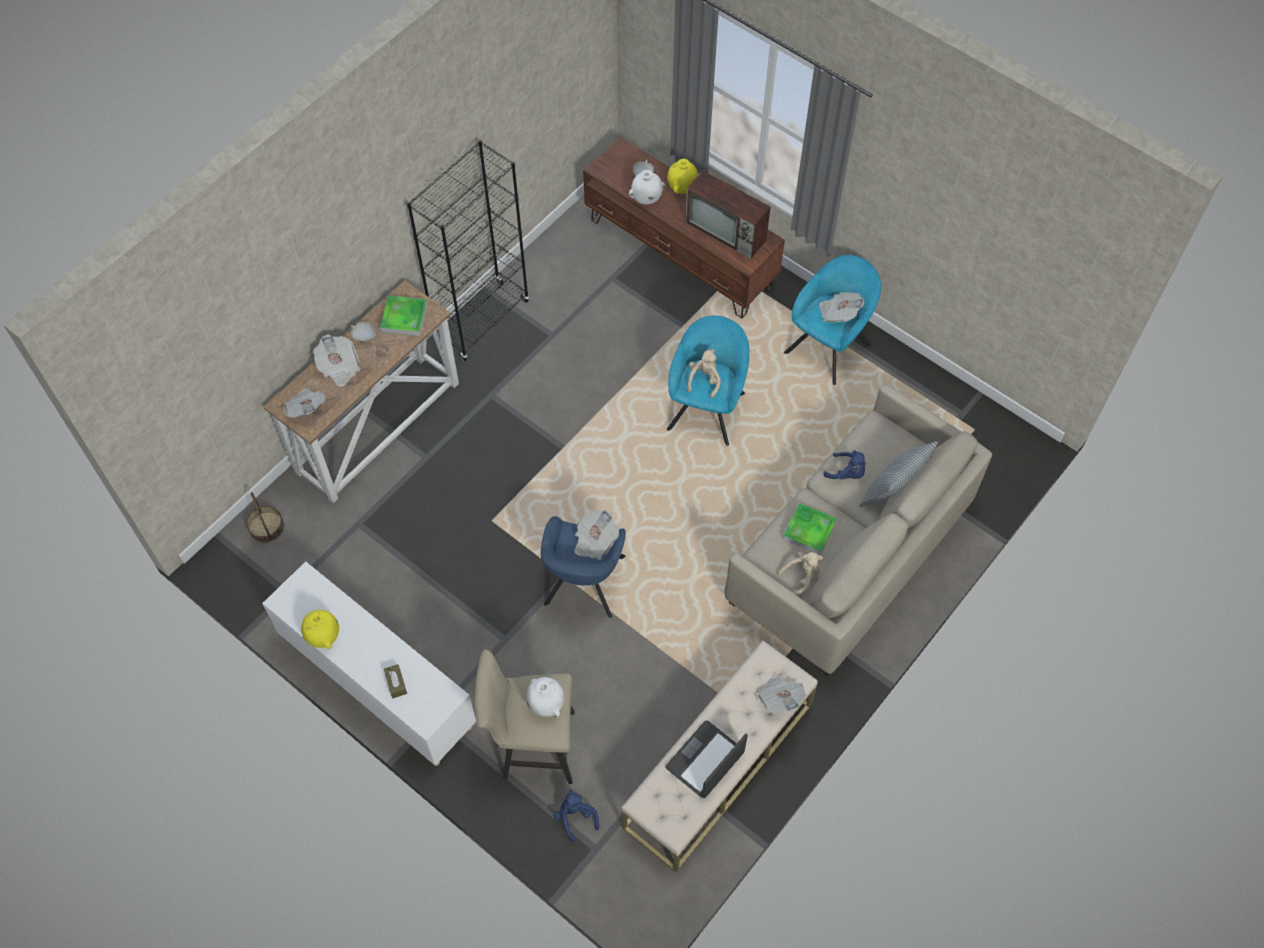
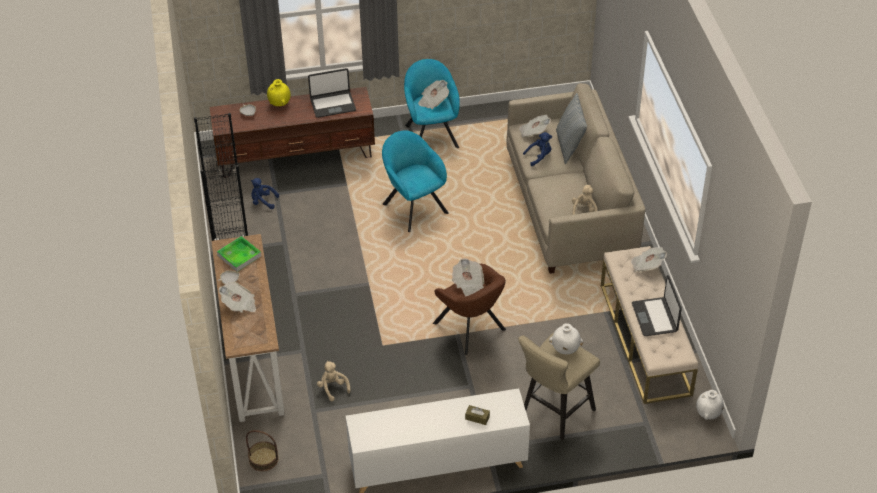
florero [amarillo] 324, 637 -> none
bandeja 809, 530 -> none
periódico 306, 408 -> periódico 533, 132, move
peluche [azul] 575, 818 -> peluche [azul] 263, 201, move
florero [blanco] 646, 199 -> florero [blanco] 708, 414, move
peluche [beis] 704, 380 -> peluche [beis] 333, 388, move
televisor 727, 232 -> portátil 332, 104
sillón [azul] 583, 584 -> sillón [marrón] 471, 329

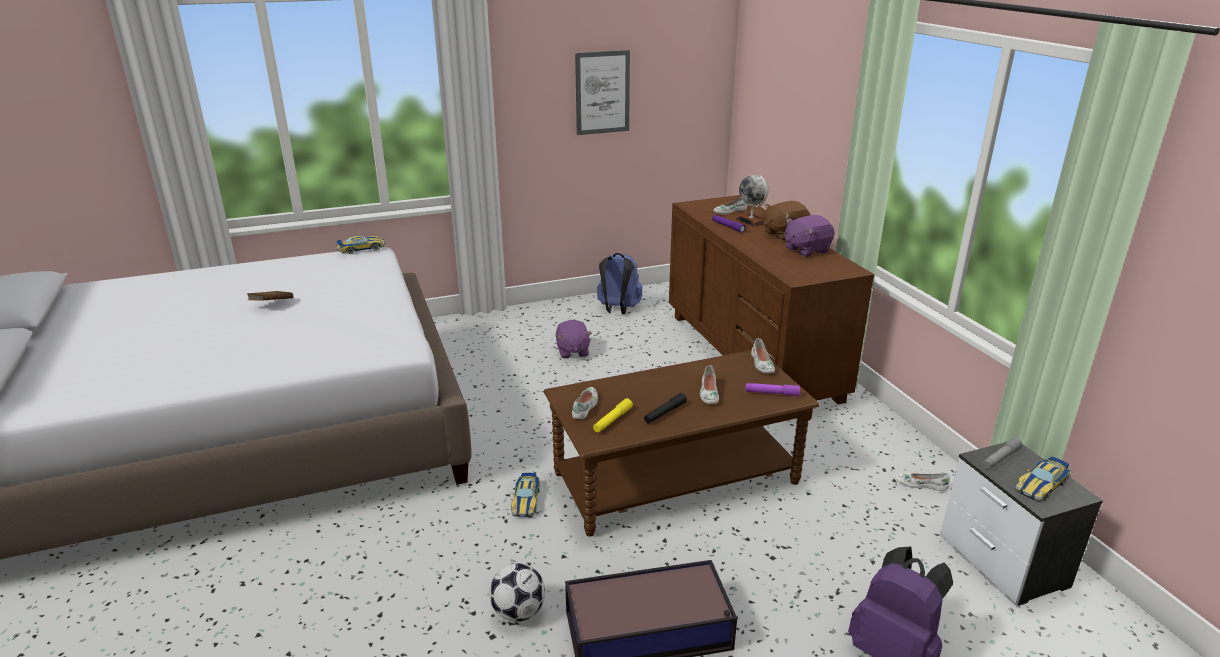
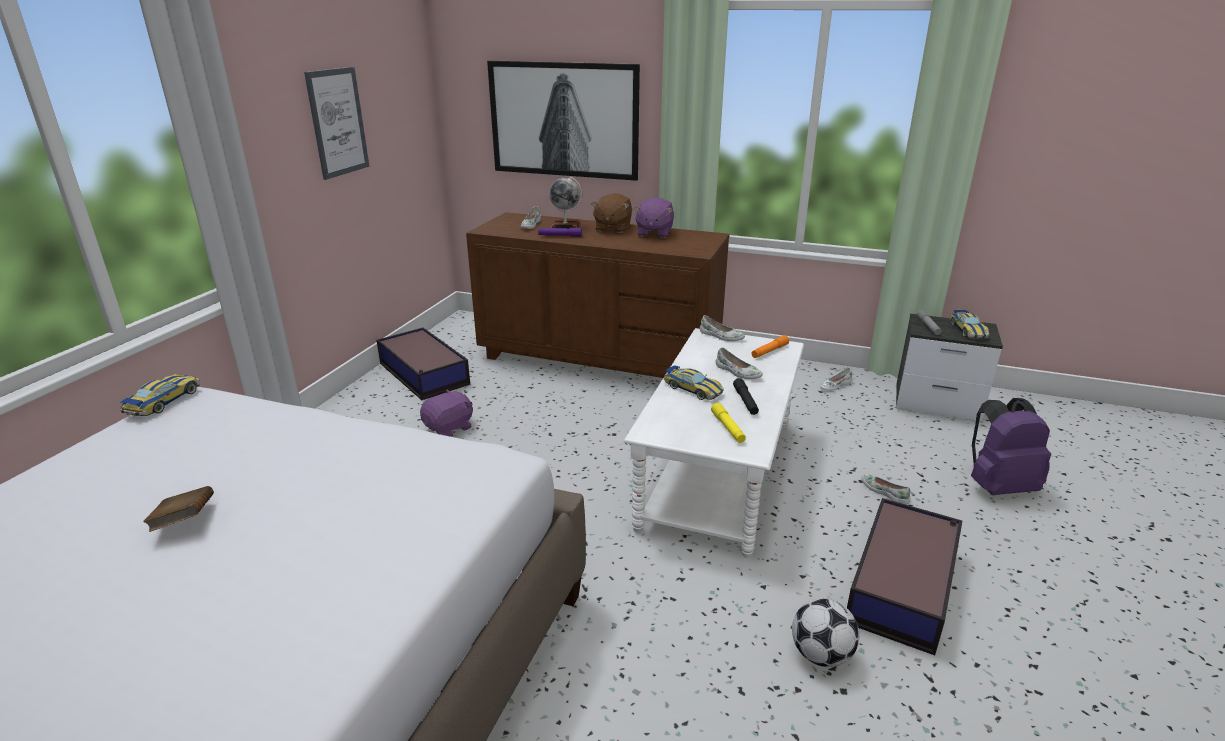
none -> cuadro 564, 120
coche de juguete 526, 500 -> coche de juguete 693, 389, move
zapato [blanco] 585, 407 -> zapato [blanco] 884, 492, move
mochila [azul] 618, 310 -> caja de almacenaje 424, 374
mesa de centro [marrón] 676, 478 -> mesa de centro [blanco] 718, 472
linterna [morado] 771, 393 -> linterna [naranja] 769, 351
peluche [morado] 572, 351 -> peluche [morado] 449, 428, 75 degrees counterclockwise

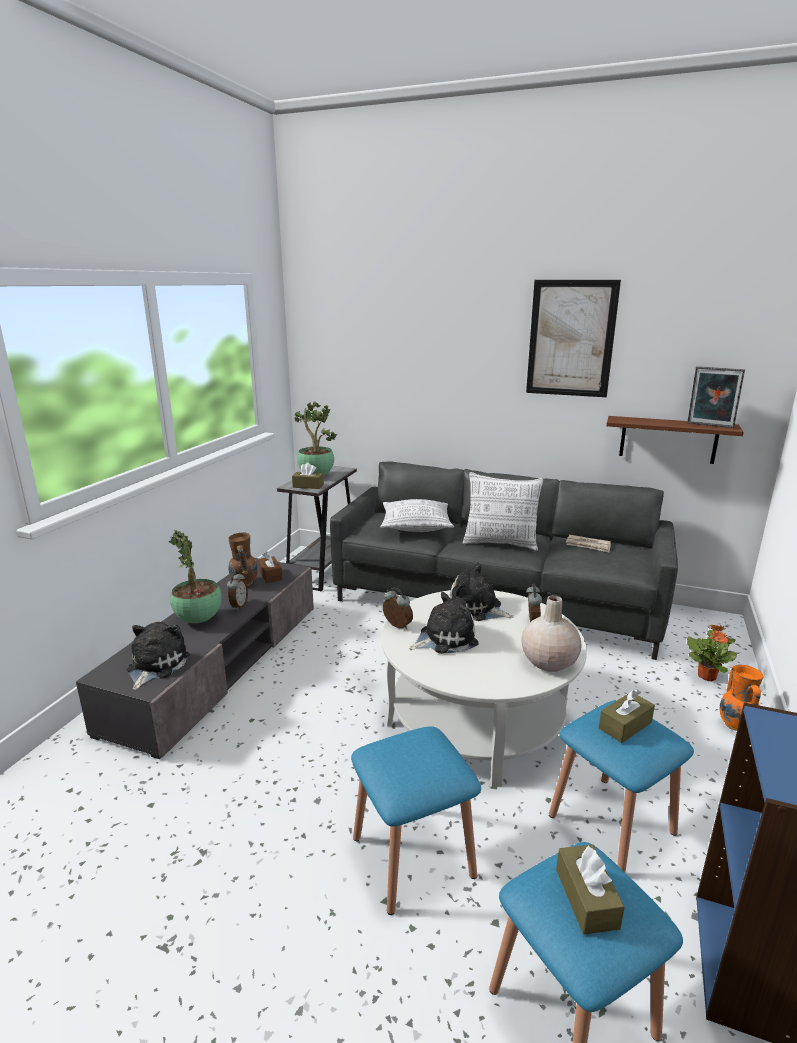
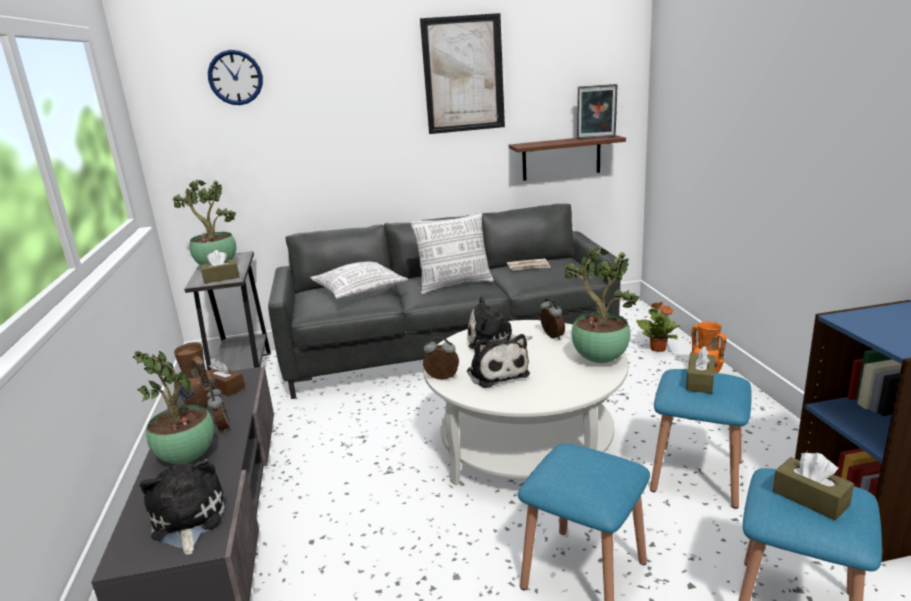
none -> reloj de pared 235, 77
florero [beis] 548, 662 -> planta en maceta 598, 359
peluche 444, 638 -> peluche 496, 372, 120 degrees clockwise

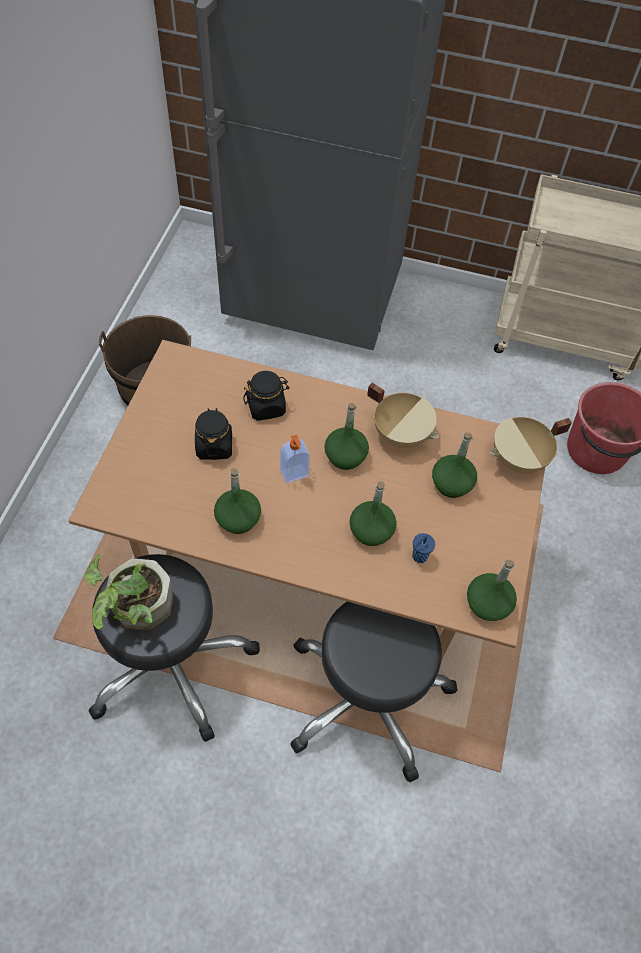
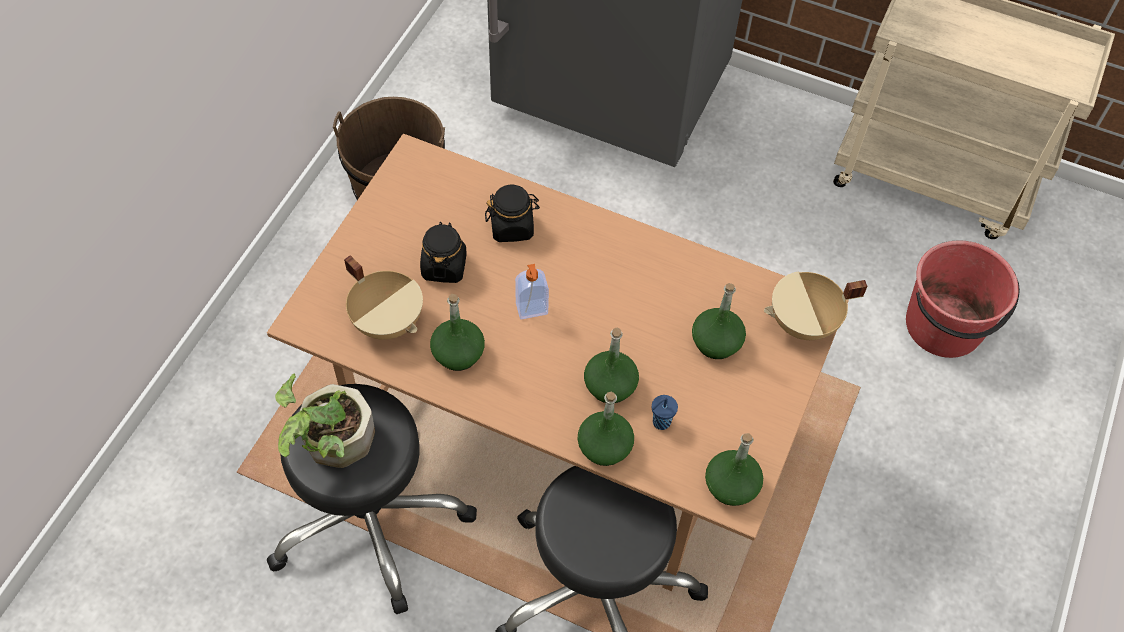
botella [verde] 345, 456 -> botella [verde] 604, 446, move
olla [beis] 401, 434 -> olla [beis] 388, 321, move

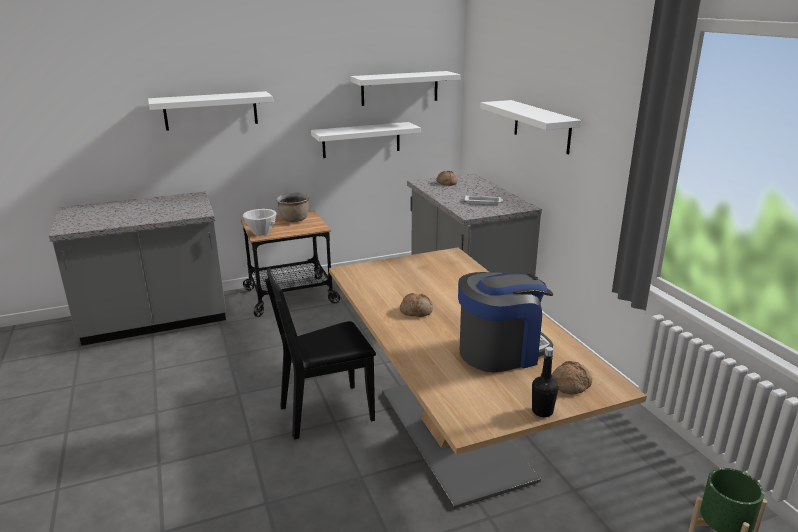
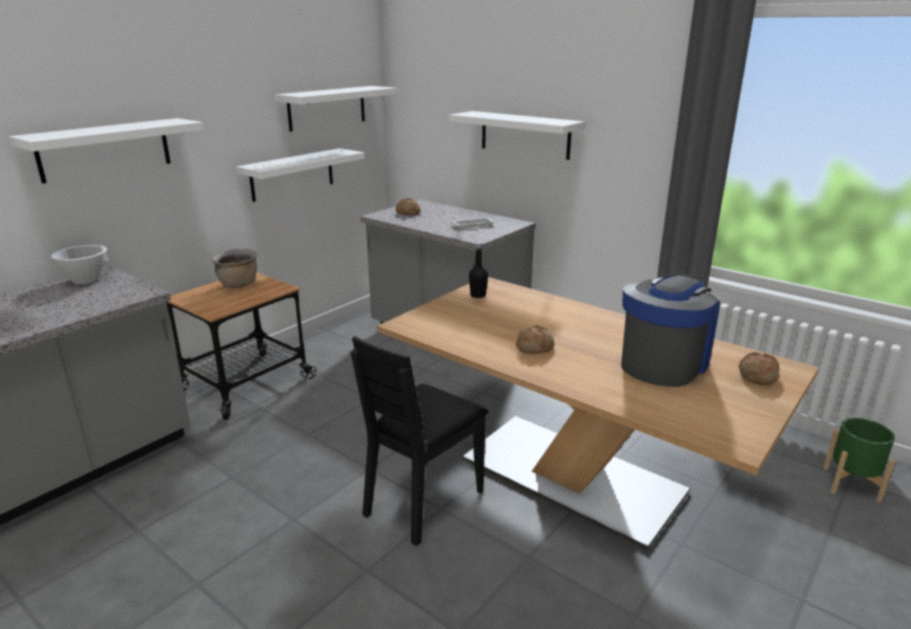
cuenco [blanco] 261, 232 -> cuenco [blanco] 86, 279, move
botella [negro] 542, 411 -> botella [negro] 478, 295, move

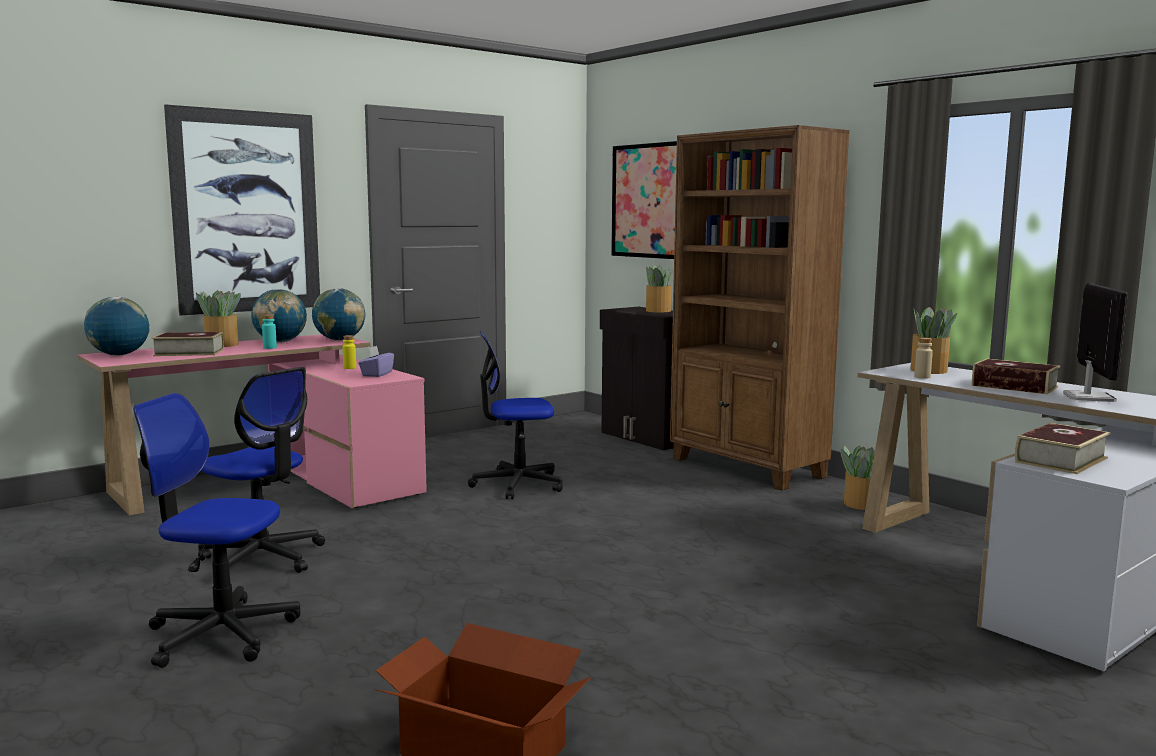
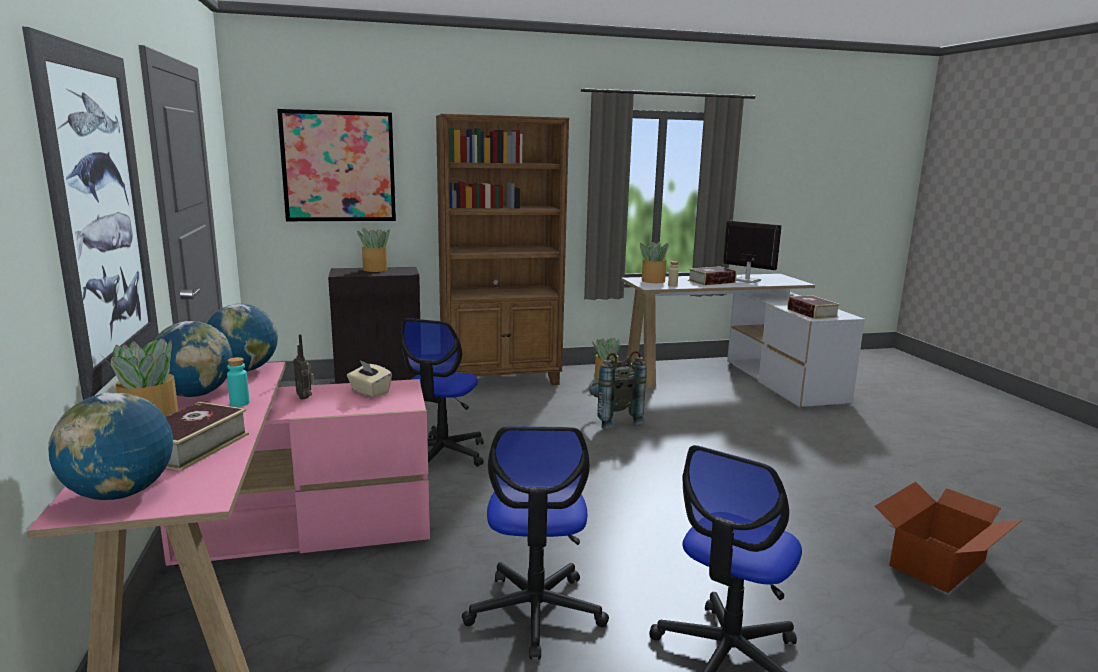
none -> mochila [gris] 612, 419
botella [amarillo] 349, 368 -> radio 305, 397
caja de pañuelos [morado] 376, 374 -> caja de pañuelos [beis] 369, 392
silla de oficina 263, 558 -> silla de oficina 535, 612, 120 degrees clockwise

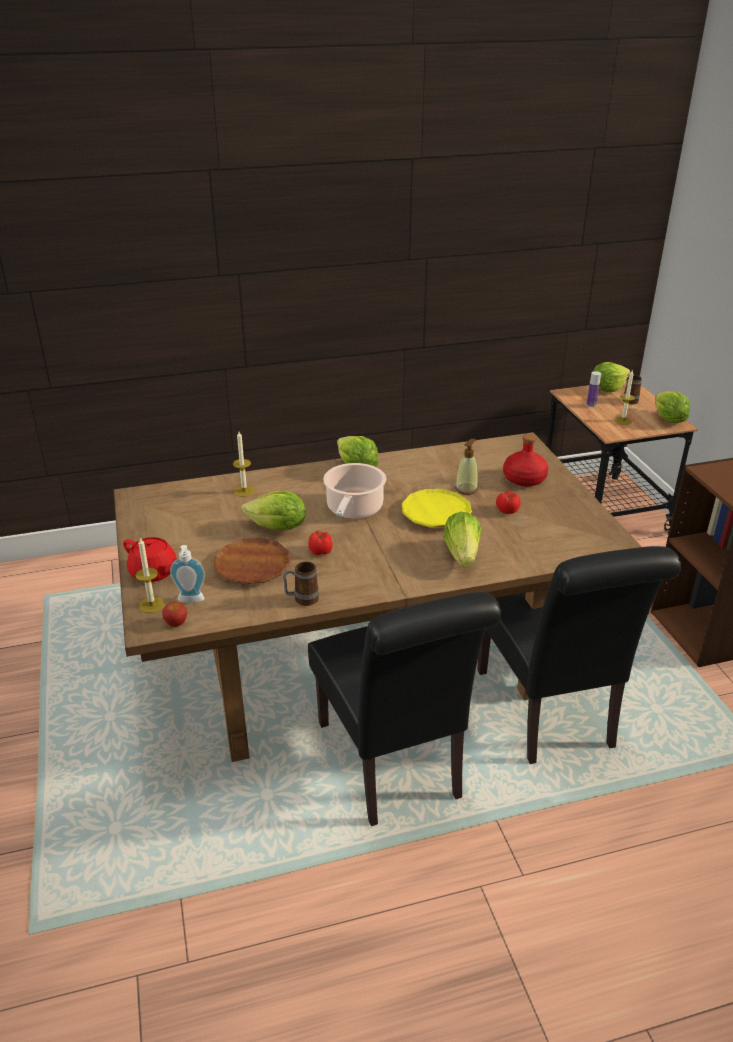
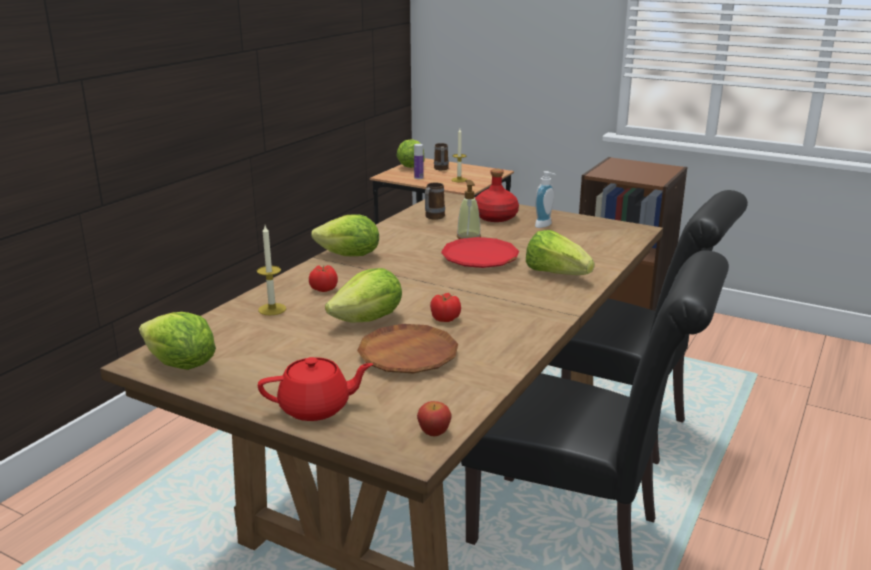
vela 151, 605 -> none
olla 354, 509 -> none
dispensador de jabón 190, 601 -> dispensador de jabón 545, 225, move
taza grande 301, 600 -> taza grande 433, 217, move
tomate 507, 510 -> tomate 323, 289, move
lechuga 668, 420 -> lechuga 180, 365, move
plato [amarillo] 436, 513 -> plato [rojo] 479, 258

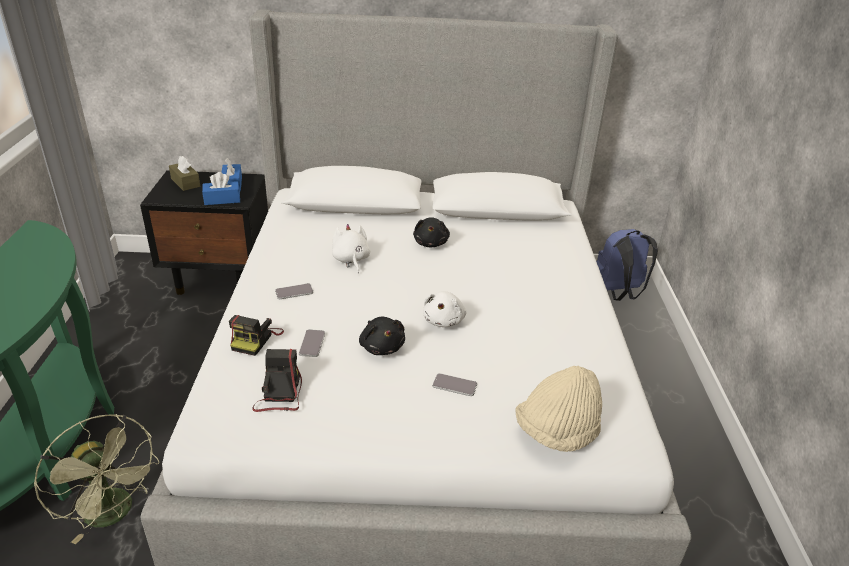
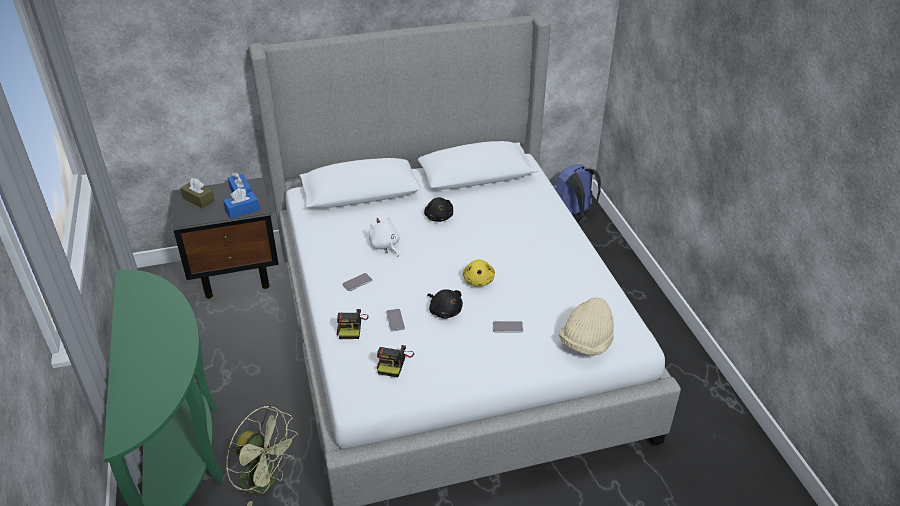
peluche [blanco] 444, 320 -> peluche [amarillo] 478, 280
cámara 280, 394 -> cámara 394, 362, 150 degrees counterclockwise

